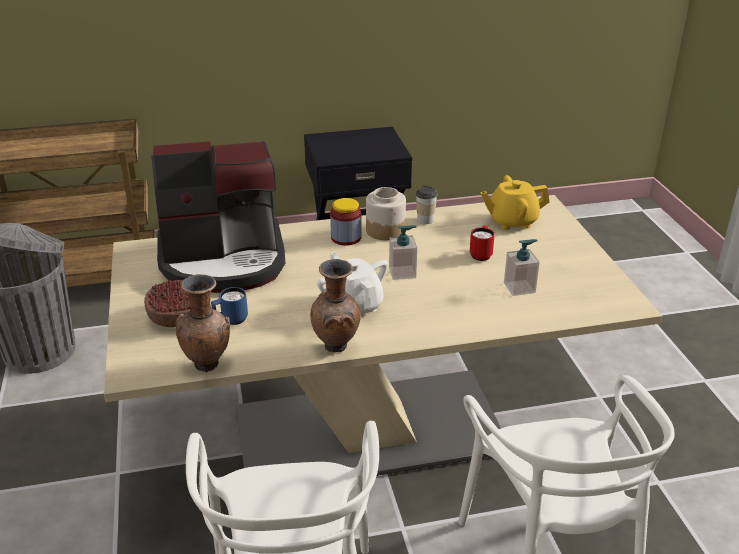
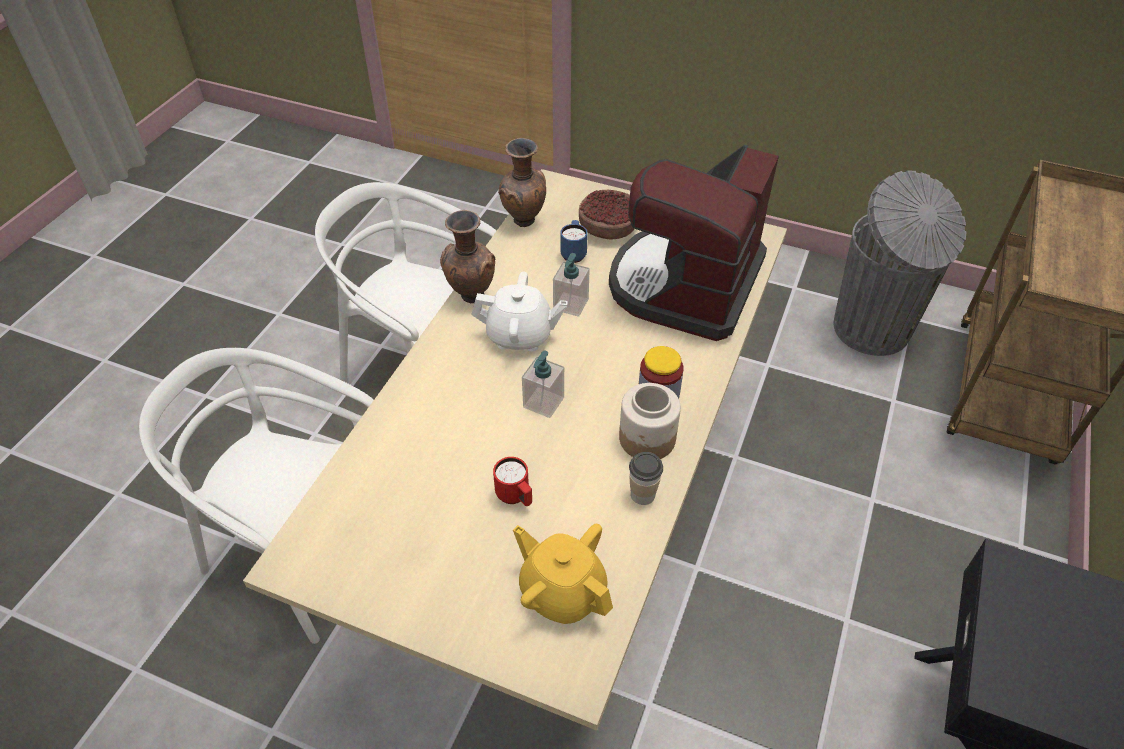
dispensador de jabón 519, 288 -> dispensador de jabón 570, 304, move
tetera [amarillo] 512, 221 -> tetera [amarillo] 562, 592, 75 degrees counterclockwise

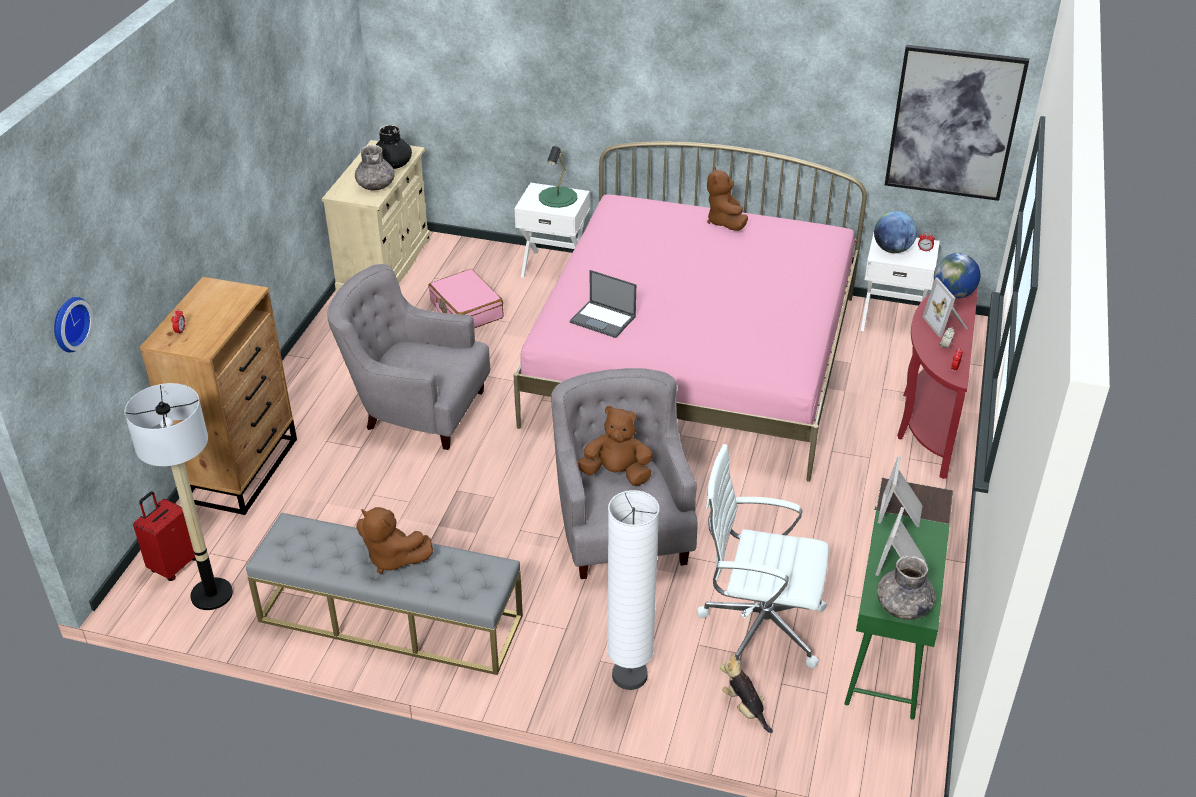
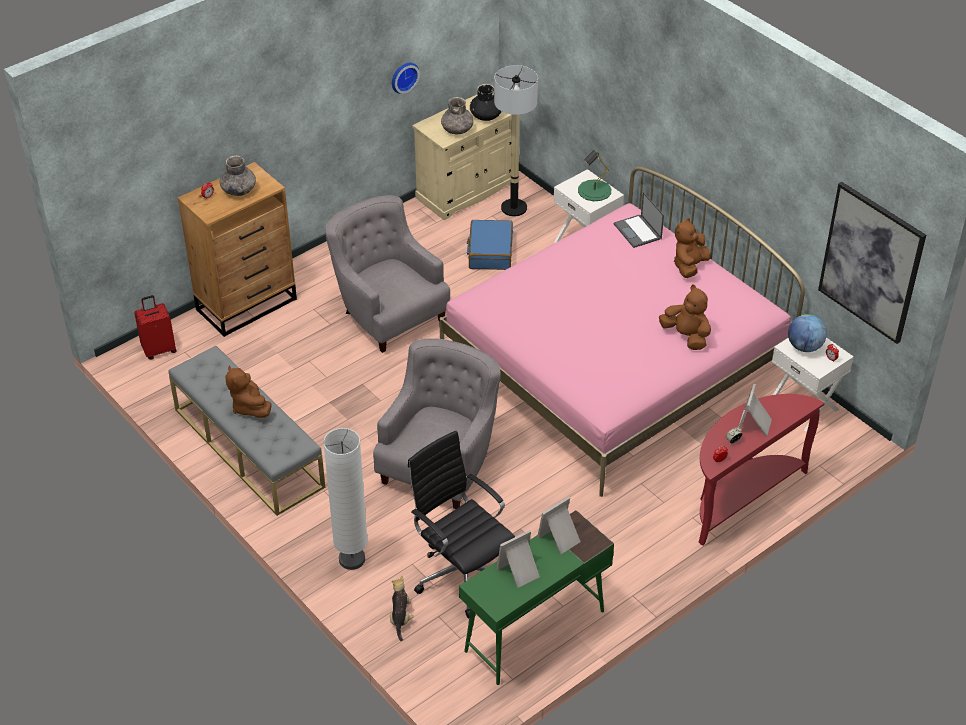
globo terráqueo 953, 294 -> none
reloj de pared 68, 323 -> reloj de pared 403, 76, move
lámpara de pie 211, 594 -> lámpara de pie 513, 208, move
portátil 603, 319 -> portátil 638, 231, move
peluche [marrón] 616, 474 -> peluche [marrón] 686, 336, move
florero [gris] 902, 606 -> florero [gris] 238, 190, move
maleta [rosa] 466, 310 -> maleta [azul] 490, 252
silla de oficina [blanco] 759, 625 -> silla de oficina [negro] 462, 573

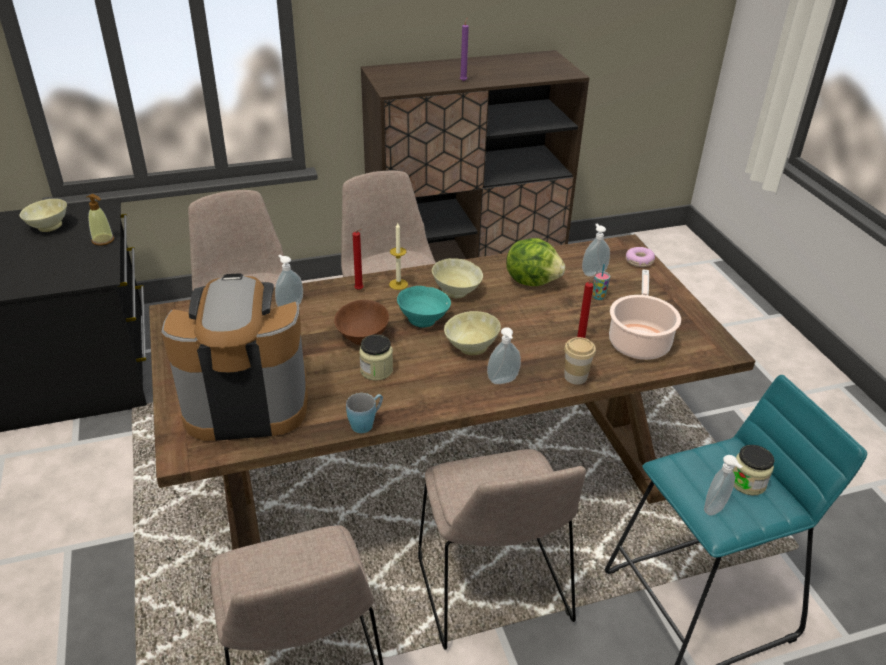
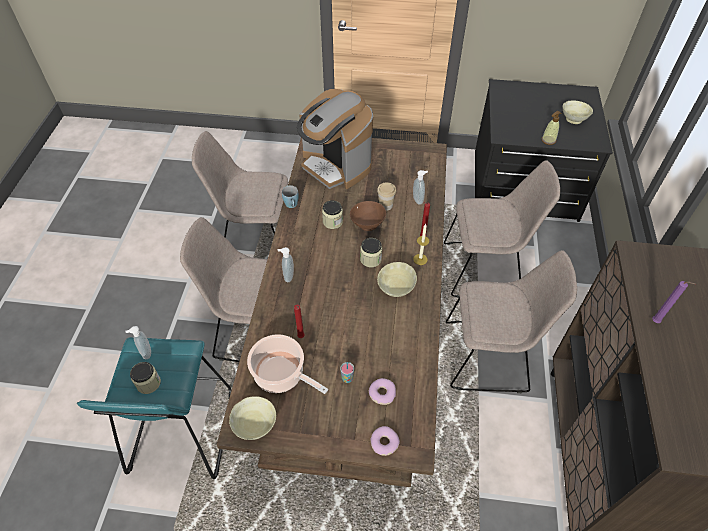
lechuga 532, 280 -> none
cuenco [beis] 470, 347 -> cuenco [beis] 256, 426, move
taza 575, 377 -> taza 385, 205, move
cuenco [turquesa] 424, 320 -> tarro 370, 259
dispensador de jabón 593, 273 -> rosquilla 382, 393
cafetera 246, 403 -> cafetera 335, 166, 120 degrees clockwise

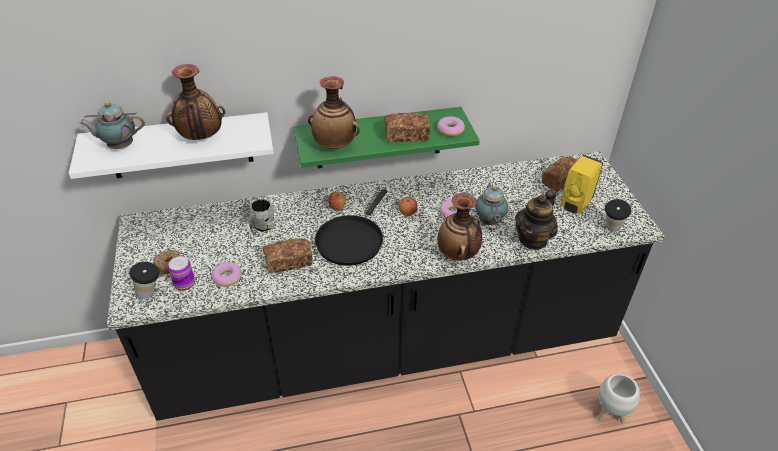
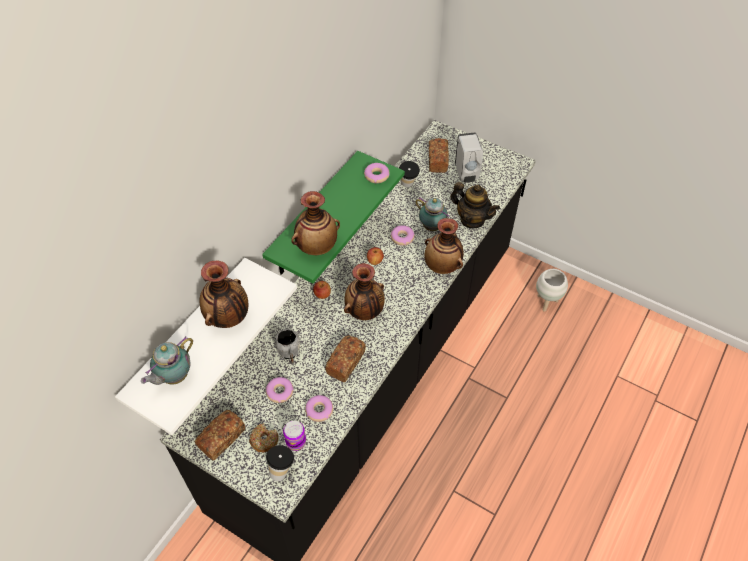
none -> rosquilla 280, 392
pan 407, 135 -> pan 222, 438, move
taza 611, 229 -> taza 408, 186, move
sartén [negro] 351, 240 -> florero 365, 311
dispensador de jabón [amarillo] 575, 204 -> dispensador de jabón [blanco] 466, 174
tetera 533, 239 -> tetera 472, 219, 45 degrees counterclockwise

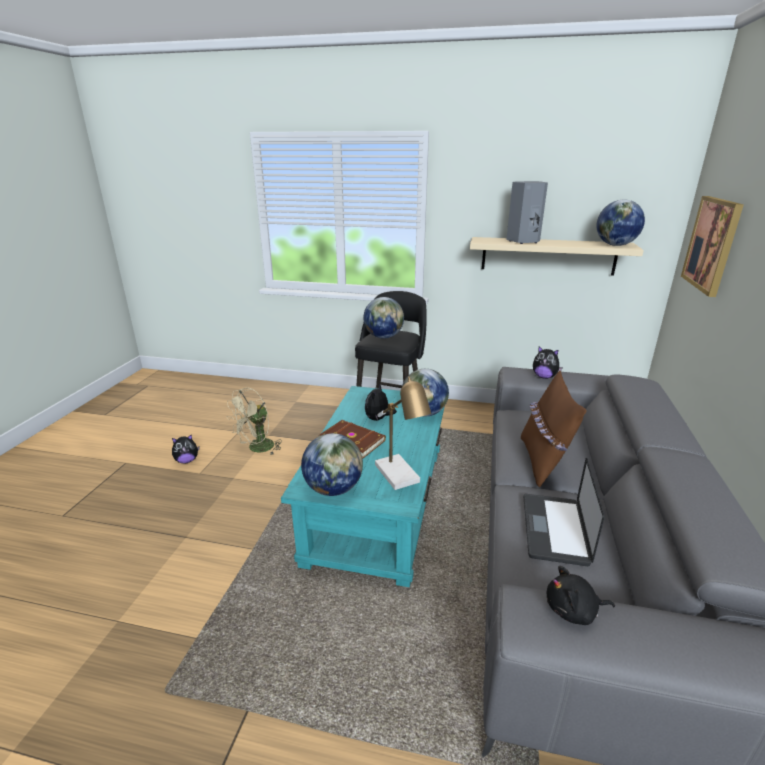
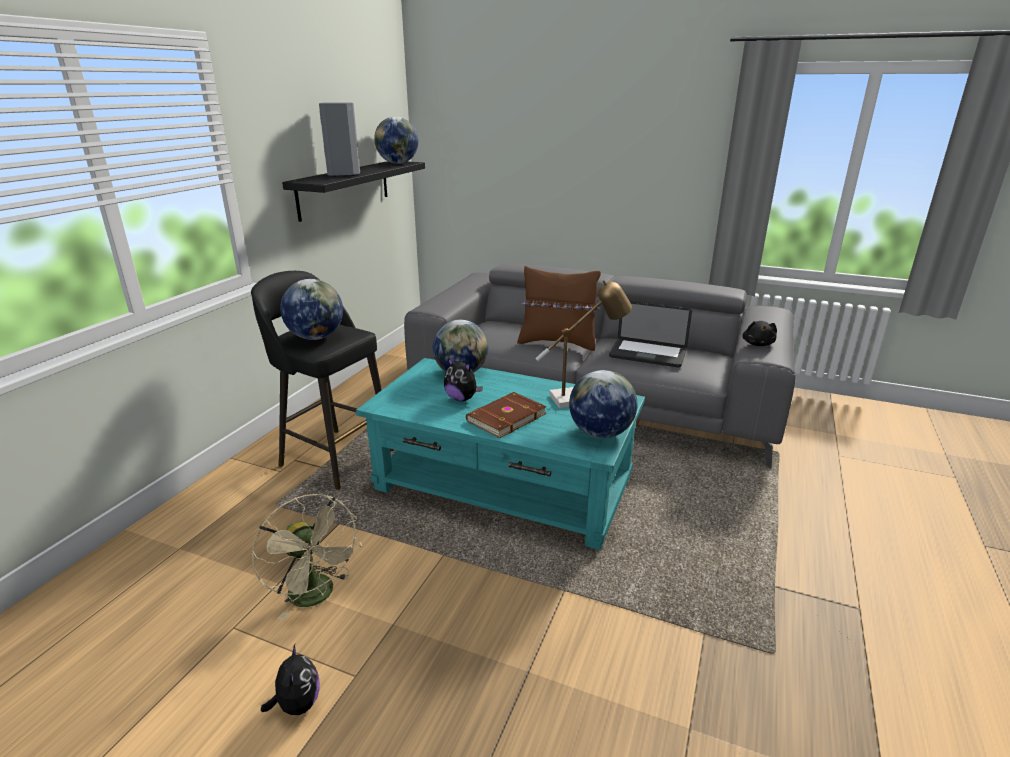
peluche 544, 377 -> none
cuadro 712, 244 -> none
estante [beis] 548, 256 -> estante [negro] 344, 189

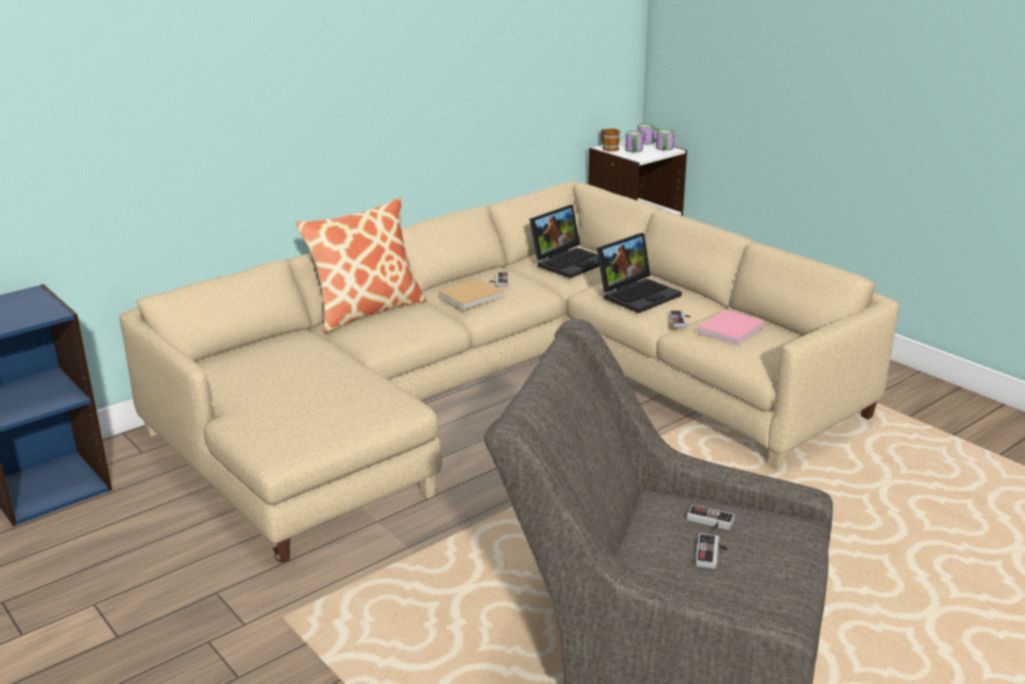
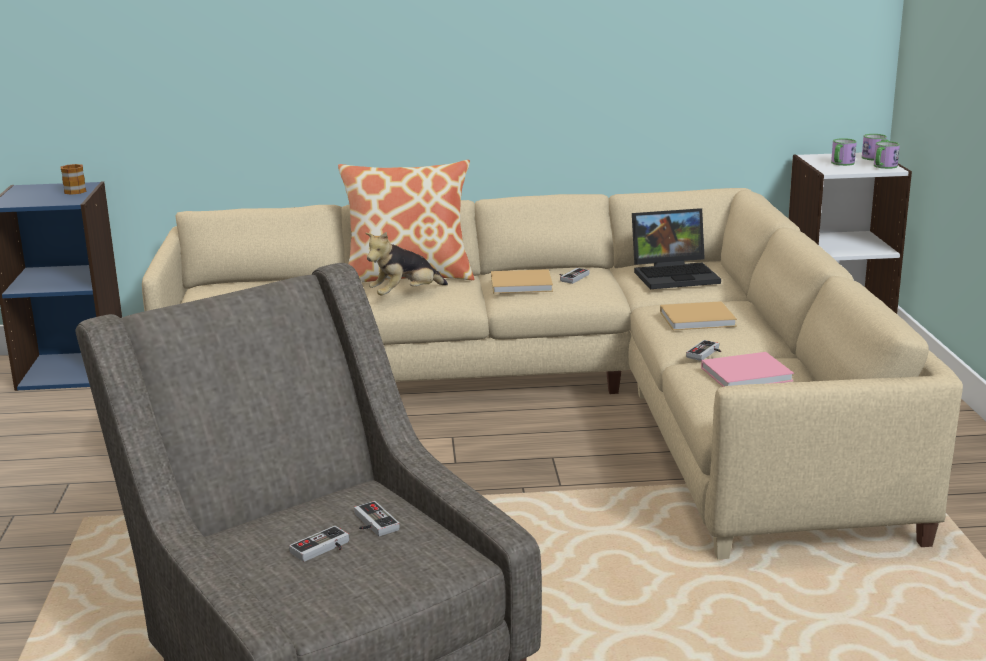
none -> peluche 405, 295
taza grande 608, 148 -> taza grande 77, 190, move
portátil 638, 294 -> libro [beis] 699, 319

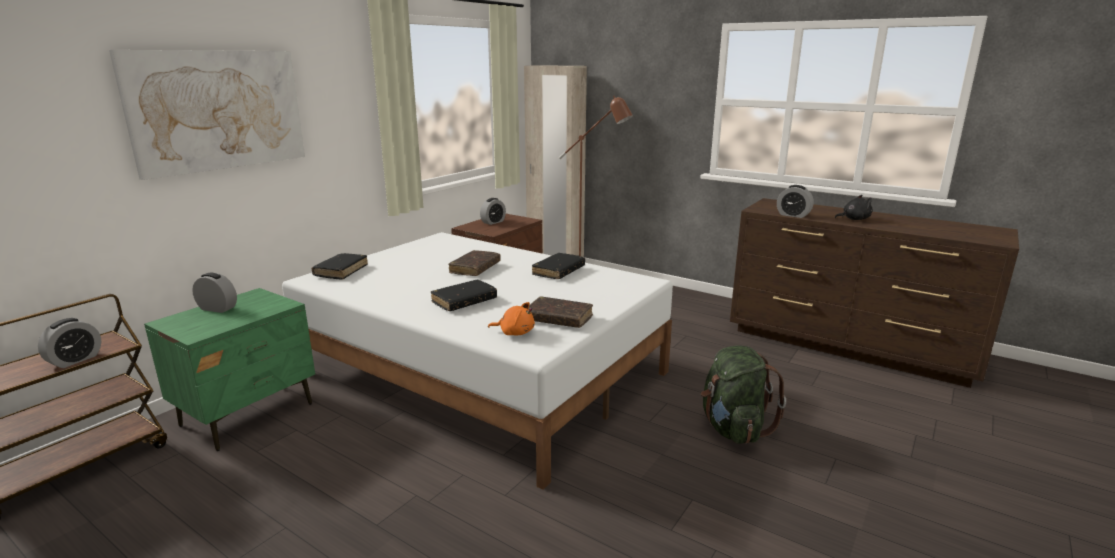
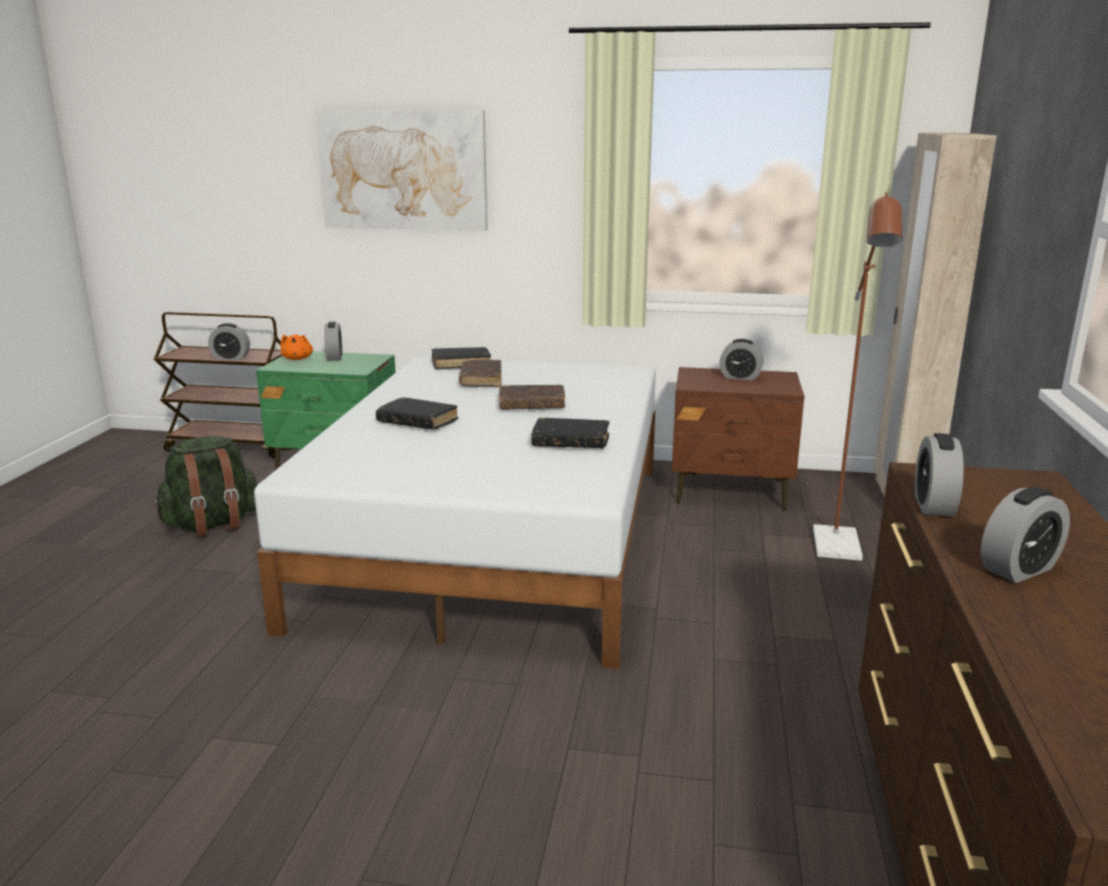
peluche [naranja] 515, 332 -> peluche [naranja] 297, 359, move
libro [marrón] 559, 319 -> libro [marrón] 481, 380, move
mochila [verde] 733, 429 -> mochila [verde] 212, 525, move
peluche [negro] 854, 219 -> despertador 1018, 569

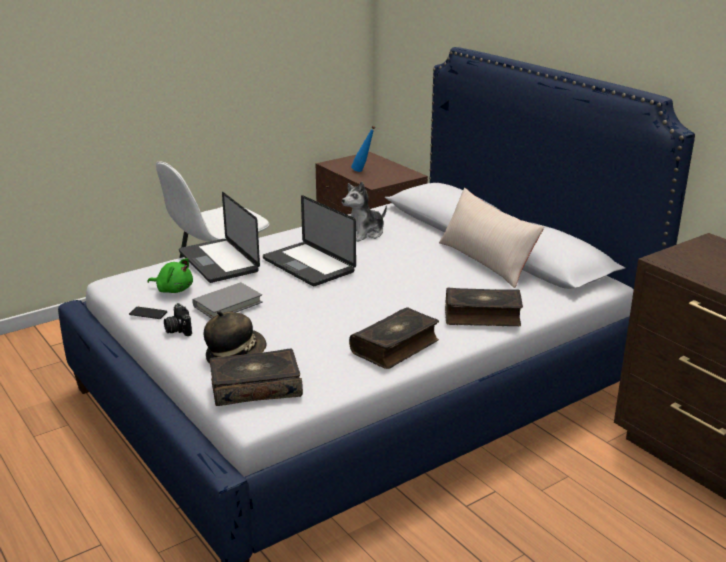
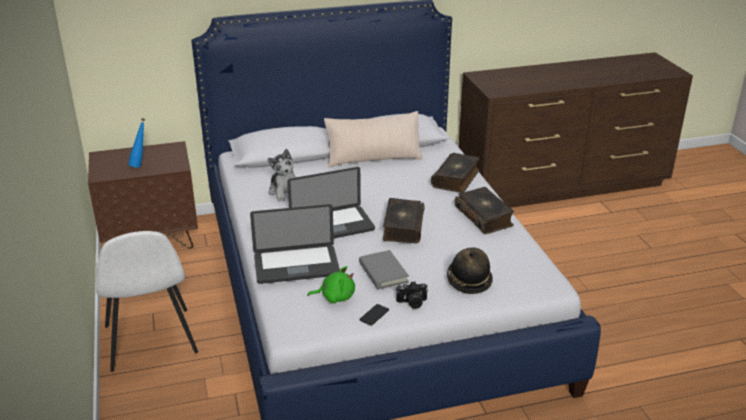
libro 256, 387 -> libro 402, 227, move
peluche [verde] 173, 289 -> peluche [verde] 335, 297, 45 degrees clockwise

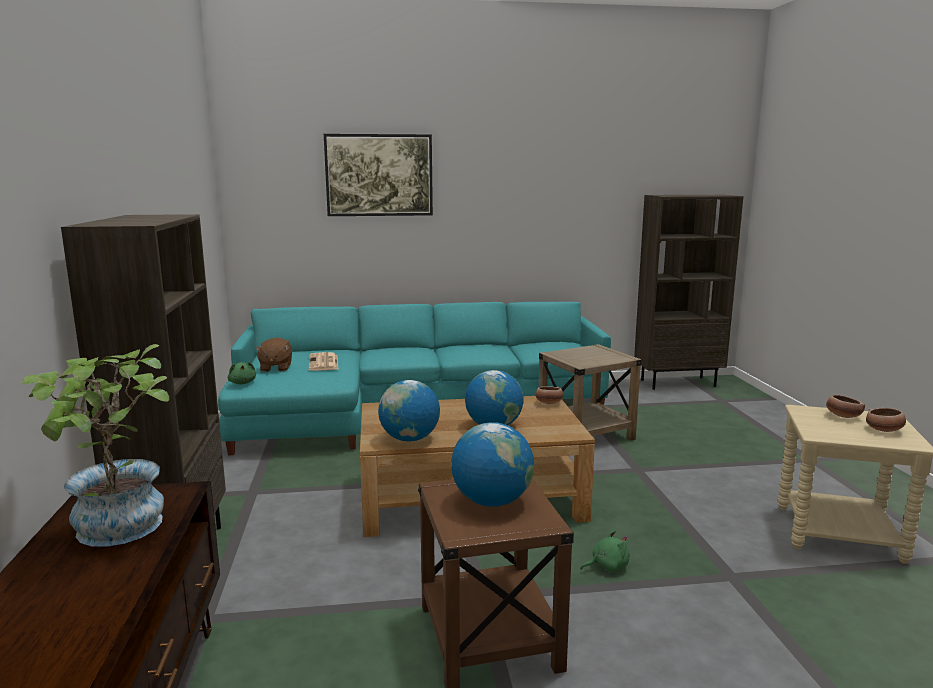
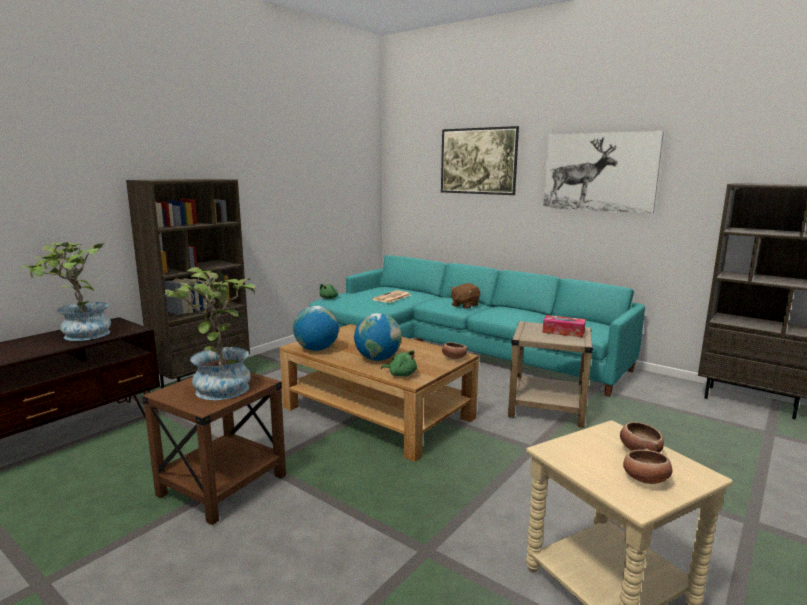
none -> caja de pañuelos 563, 332
none -> cuadro 599, 172
peluche [marrón] 275, 368 -> peluche [marrón] 464, 305, move
peluche [verde] 607, 566 -> peluche [verde] 401, 374, move
globo terráqueo 492, 501 -> planta en maceta 219, 386

